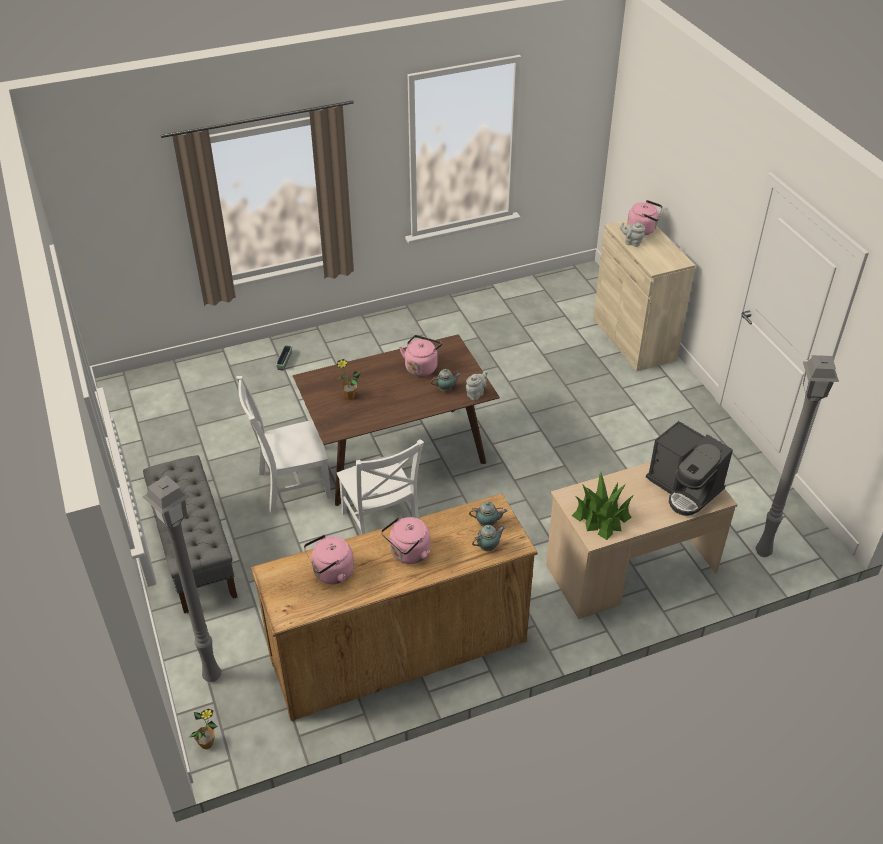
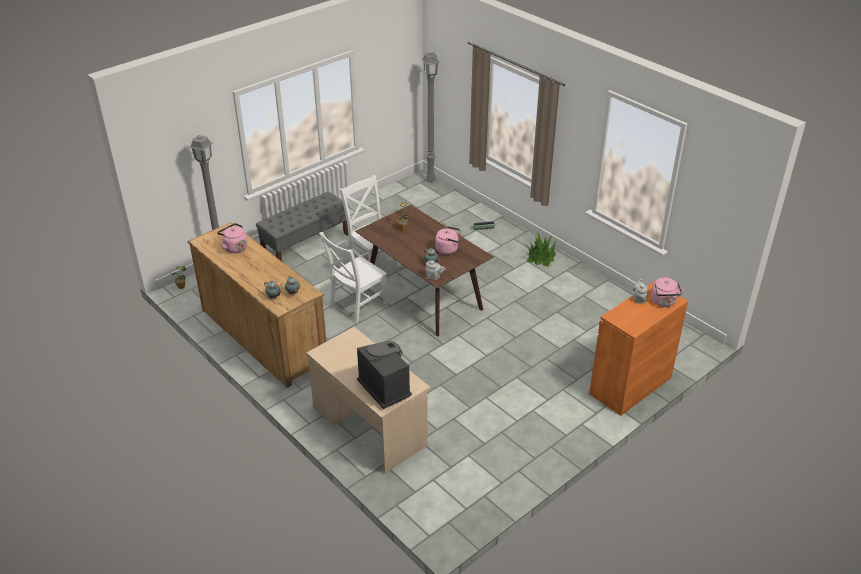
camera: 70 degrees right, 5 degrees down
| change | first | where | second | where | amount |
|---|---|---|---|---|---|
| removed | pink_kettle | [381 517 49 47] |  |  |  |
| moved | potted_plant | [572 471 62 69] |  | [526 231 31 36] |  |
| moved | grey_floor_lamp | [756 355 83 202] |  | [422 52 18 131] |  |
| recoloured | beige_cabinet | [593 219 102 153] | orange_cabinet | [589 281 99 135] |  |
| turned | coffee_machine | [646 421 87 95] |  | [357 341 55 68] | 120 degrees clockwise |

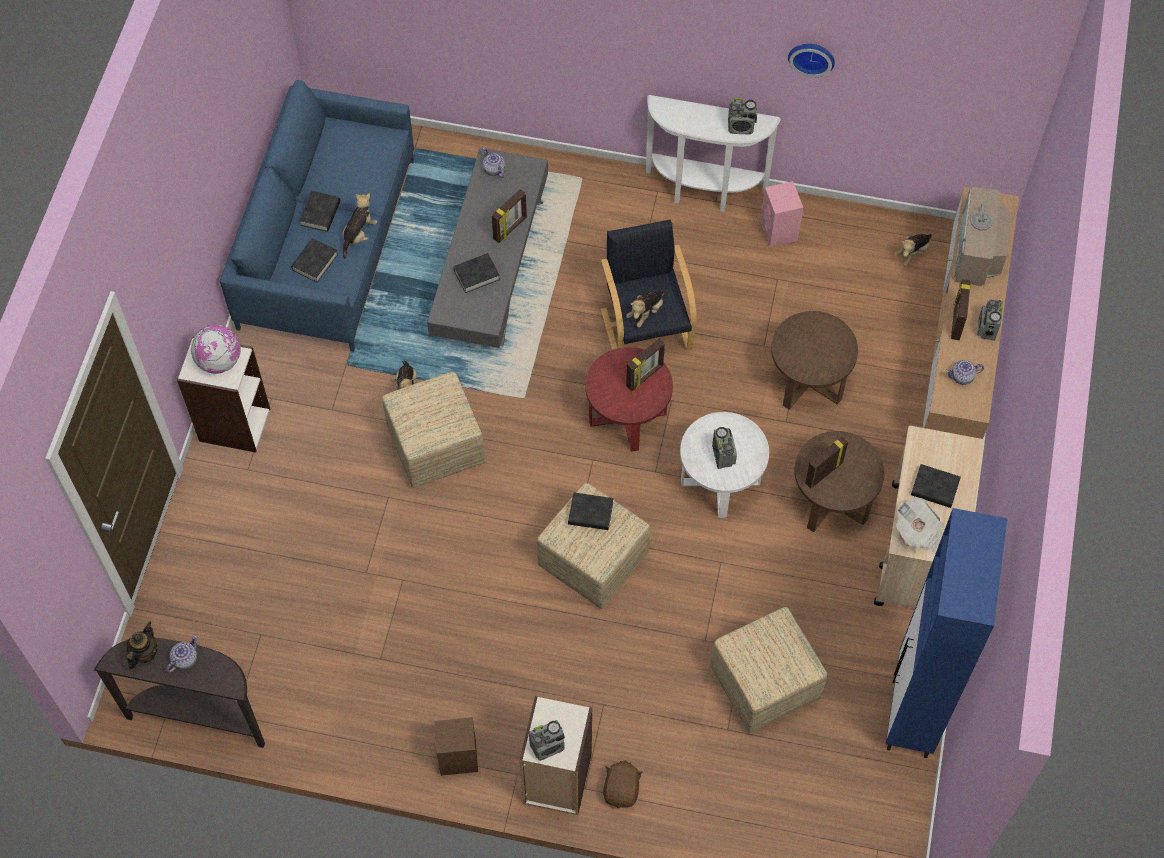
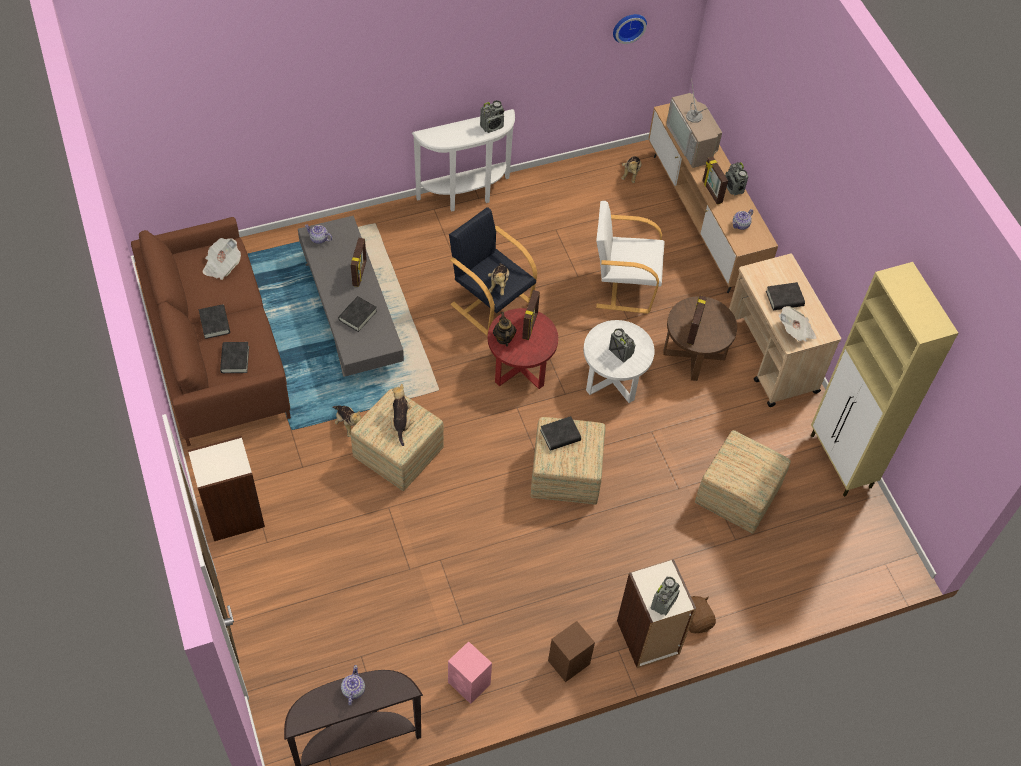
camera: 35 degrees left, 5 degrees down
| change | first | where | second | where | amount |
|---|---|---|---|---|---|
| removed | globe | [191 325 50 49] |  |  |  |
| added |  |  | newspaper | [203 238 38 42] |  |
| moved | teapot | [126 621 32 48] |  | [493 312 23 35] |  |
| moved | plush_toy | [343 193 35 66] |  | [391 384 23 62] |  |
| moved | pink_speaker | [760 181 43 66] |  | [448 641 44 63] |  |
| moved | wall_clock | [788 44 47 34] |  | [613 14 34 30] |  |
| replaced | brown_side_table | [771 311 87 99] | white_armchair | [596 201 69 113] |  |
| recoloured | blue_sofa | [220 80 194 272] | brown_sofa | [131 217 160 229] |  |
| recoloured | blue_cabinet | [886 508 121 250] | beige_cabinet | [811 262 147 235] |  |

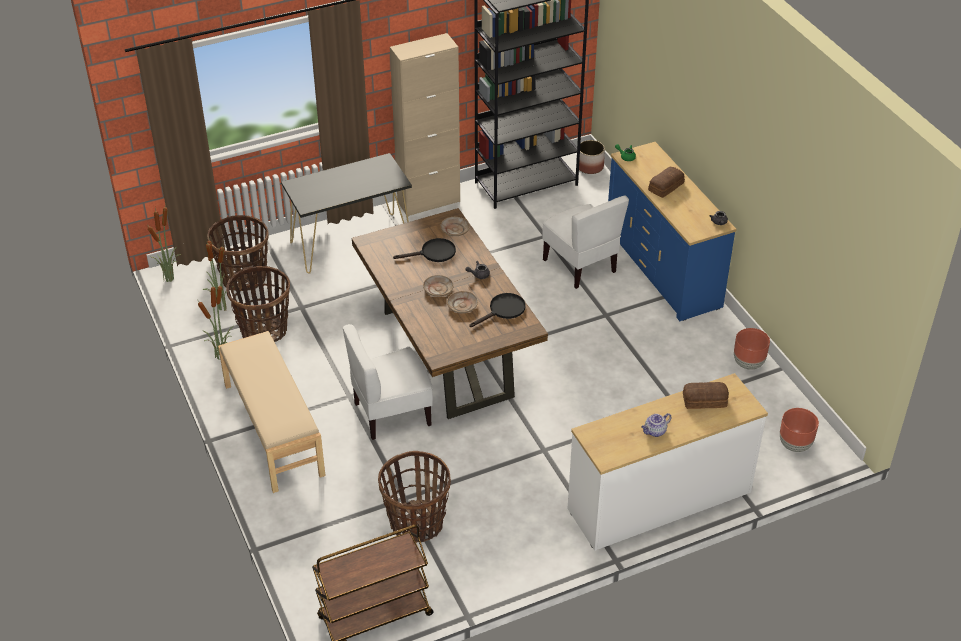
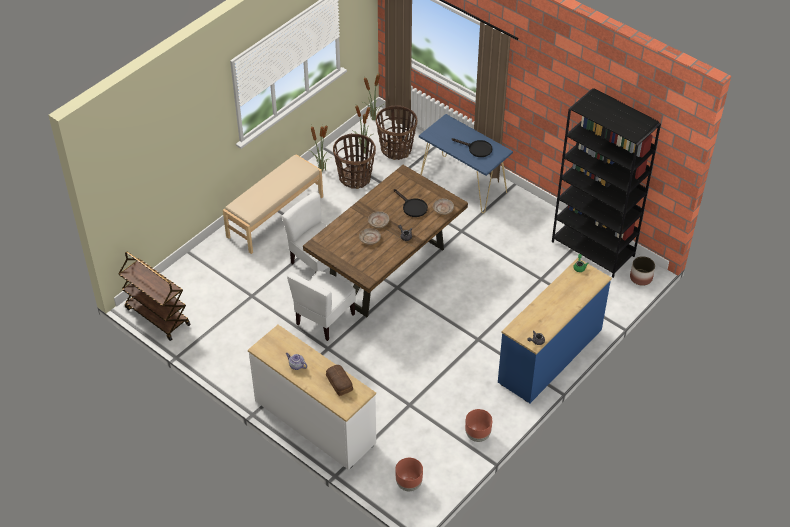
camera: 65 degrees right, 5 degrees up
| change | first | where | second | where | amount |
|---|---|---|---|---|---|
| removed | basket | [378 451 73 92] |  |  |  |
| removed | beige_cabinet | [390 33 70 184] |  |  |  |
| removed | bread | [648 167 37 31] |  |  |  |
| moved | black_frying_pan | [469 293 57 34] |  | [452 138 40 19] |  |
| moved | white_chair | [542 196 87 93] |  | [287 271 69 70] |  |
| recoloured | black_console_table | [281 153 131 121] | blue_console_table | [419 114 94 99] |  |

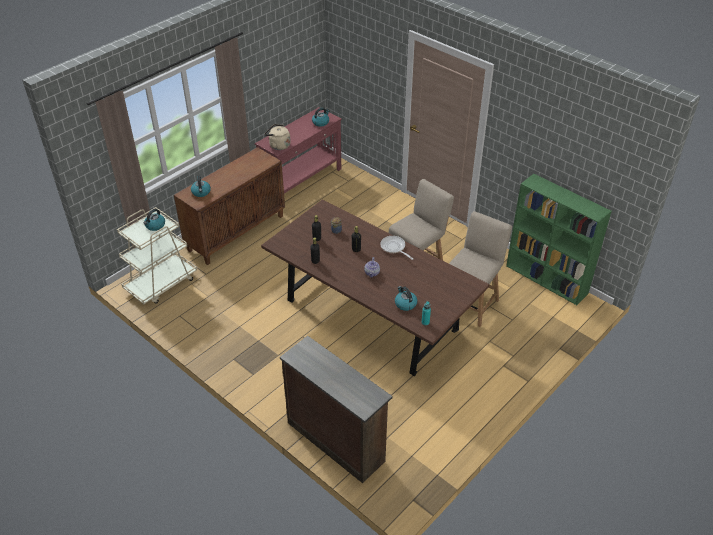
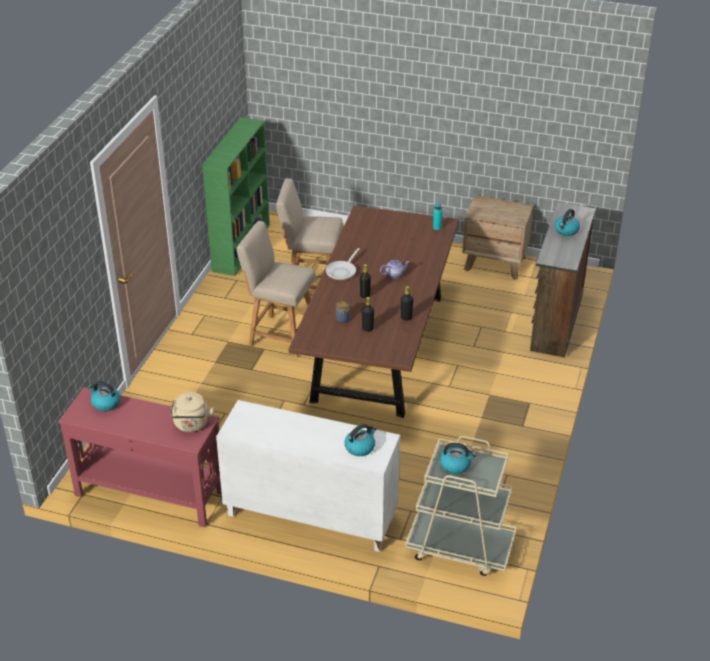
camera: 115 degrees left, 5 degrees down
| change | first | where | second | where | amount |
|---|---|---|---|---|---|
| added |  |  | brown_nightstand | [462 195 72 85] |  |
| moved | kettle | [395 286 22 25] |  | [555 209 25 27] |  |
| recoloured | brown_cabinet | [174 147 111 118] | white_cabinet | [216 400 184 152] |  |

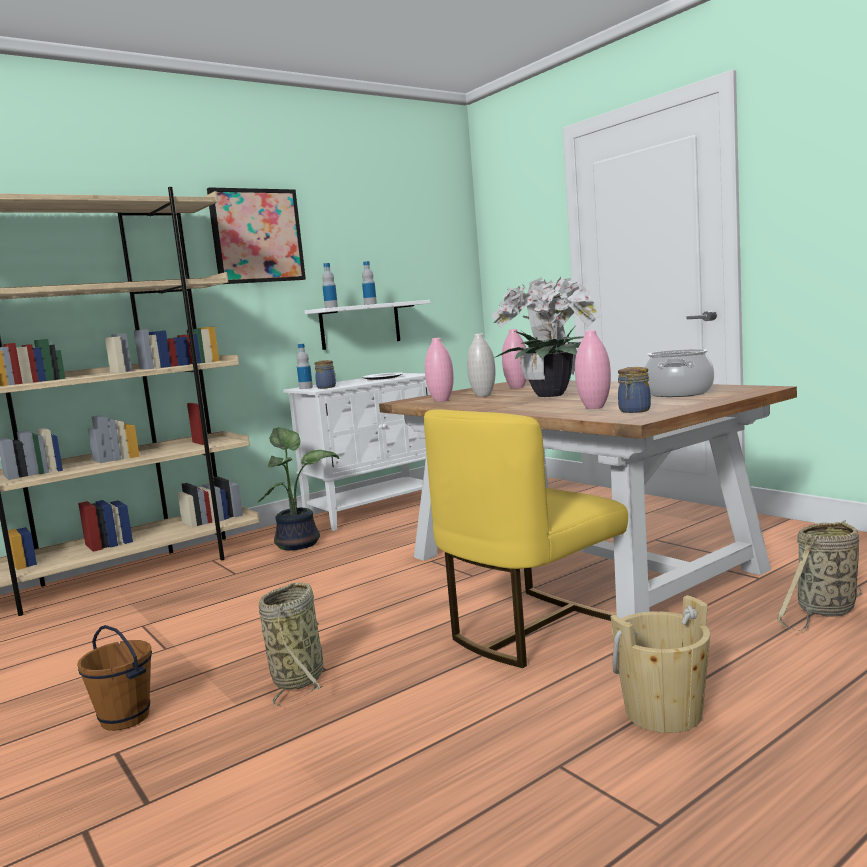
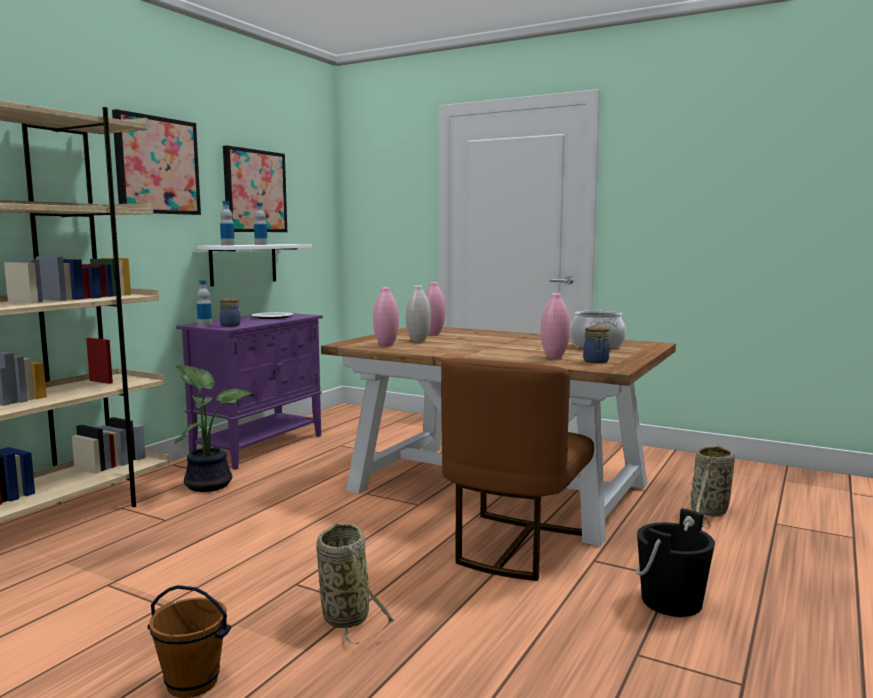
camera: 25 degrees left, 0 degrees up
| change | first | where | second | where | amount |
|---|---|---|---|---|---|
| removed | potted_plant | [491 277 112 120] |  |  |  |
| added |  |  | picture | [223 145 64 87] |  |
| recoloured | white_cabinet | [283 373 148 158] | purple_cabinet | [176 313 147 157] |  |
| recoloured | yellow_chair | [424 409 204 259] | brown_chair | [441 358 153 223] |  |
| recoloured | beige_bucket | [610 595 100 138] | black_bucket | [636 508 79 109] |  |

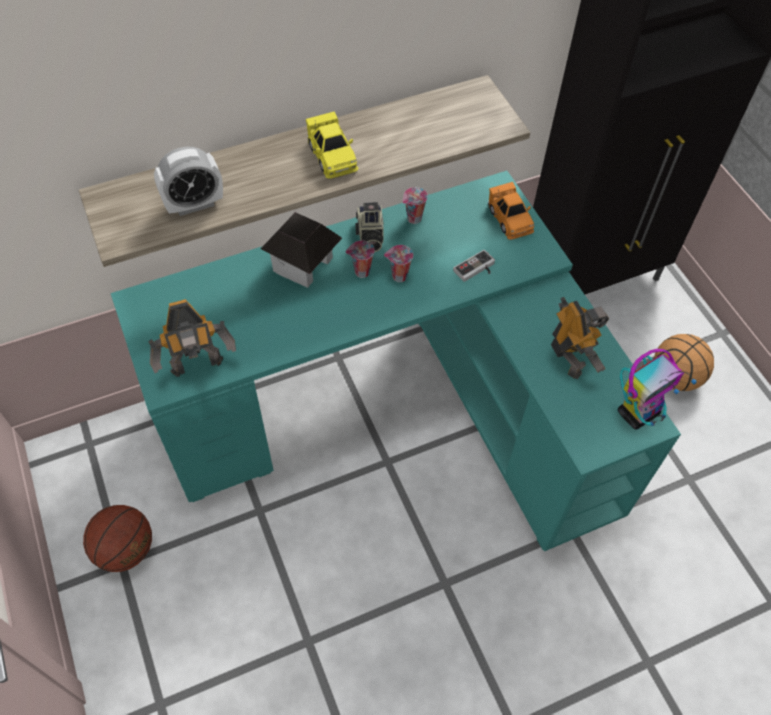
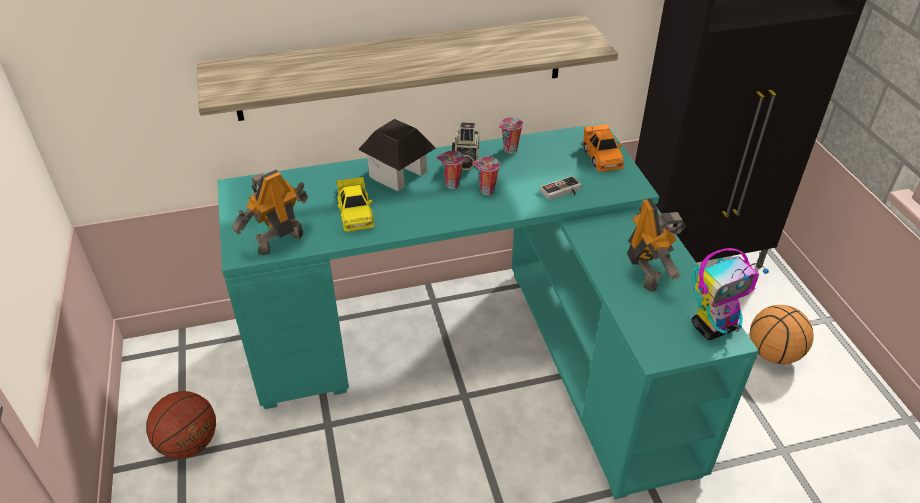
camera: 10 degrees right, 15 degrees down
| change | first | where | second | where | amount |
|---|---|---|---|---|---|
| removed | alarm_clock | [154 147 69 69] |  |  |  |
| moved | yellow_toy_car | [306 111 52 68] |  | [337 177 38 55] |  |
| turned | toy_robot | [148 299 88 78] |  | [233 169 75 86] | 150 degrees clockwise |

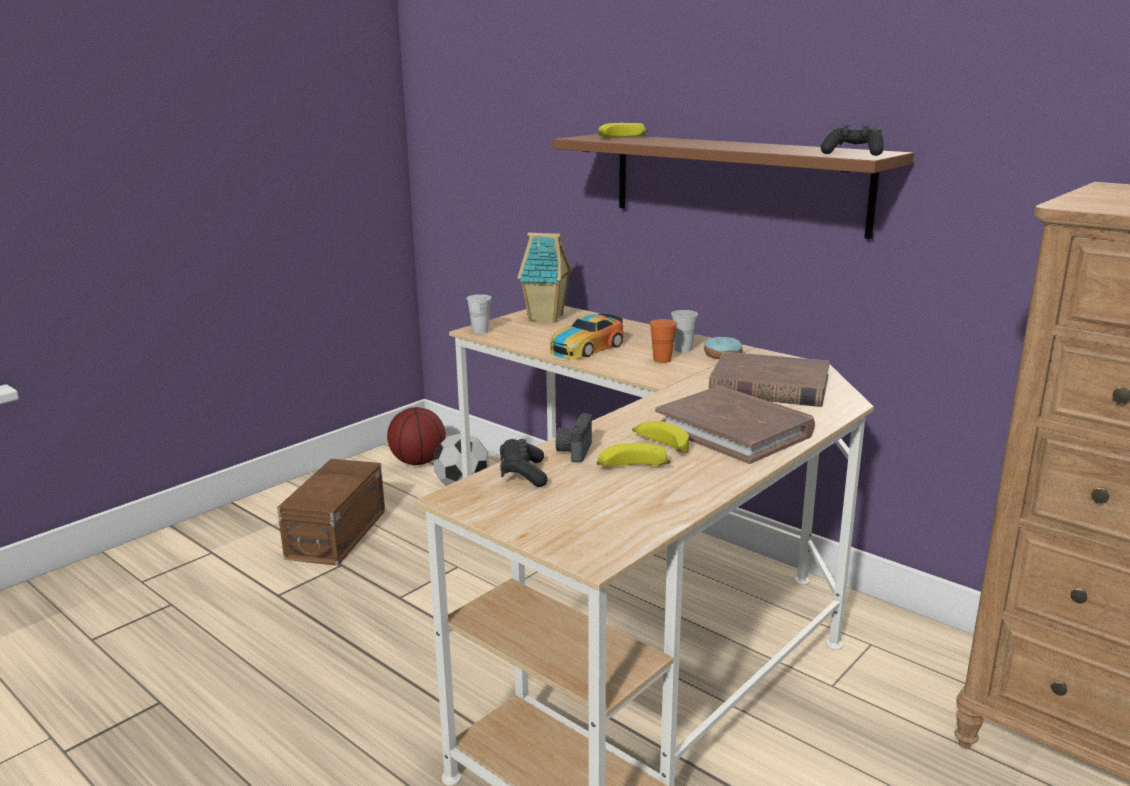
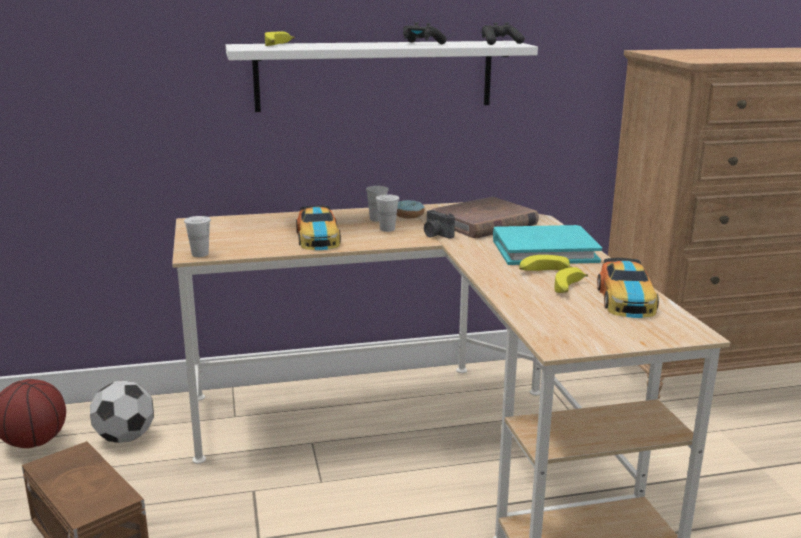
camera: 55 degrees left, 0 degrees up
| change | first | where | second | where | amount |
|---|---|---|---|---|---|
| removed | toy_house | [517 232 55 91] |  |  |  |
| added |  |  | toy_car | [597 258 62 60] |  |
| moved | black_game_controller | [500 439 47 48] |  | [403 23 44 21] |  |
| moved | photo_camera | [556 413 36 50] |  | [424 210 31 28] |  |
| recoloured | brown_shelf | [553 134 361 105] | white_shelf | [226 41 312 71] |  |
| recoloured | orange_cup | [649 319 28 44] | white_cup | [376 194 23 38] |  |
| recoloured | brown_book | [655 386 160 78] | turquoise_book | [493 225 109 40] |  |

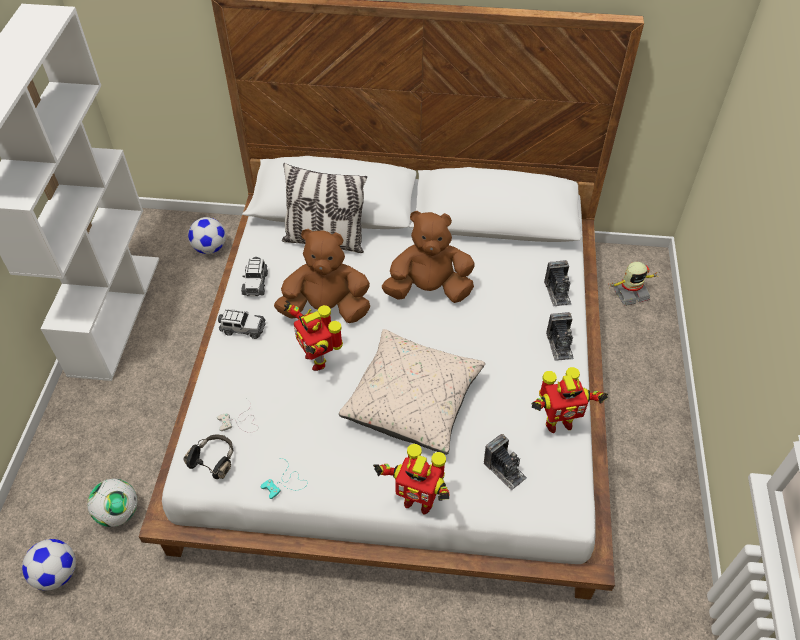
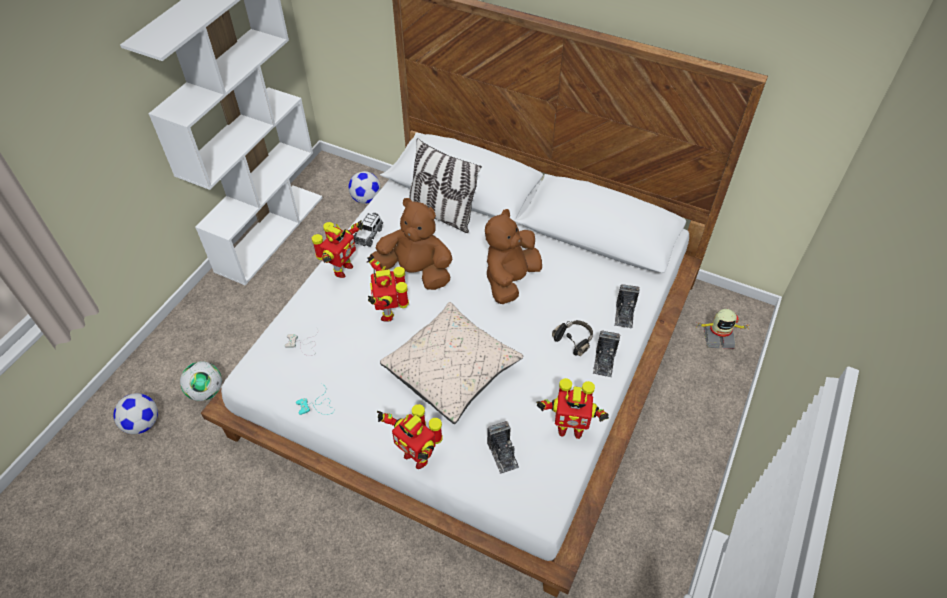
camera: 20 degrees right, 0 degrees up
| change | first | where | second | where | amount |
|---|---|---|---|---|---|
| moved | black_headphones | [183 434 50 45] |  | [552 320 41 36] |  |
| replaced | toy_car | [218 309 47 30] | toy_robot | [312 220 51 58] |  |
| turned | brown_plush_toy | [382 211 93 92] |  | [485 209 57 95] | 75 degrees counterclockwise |

